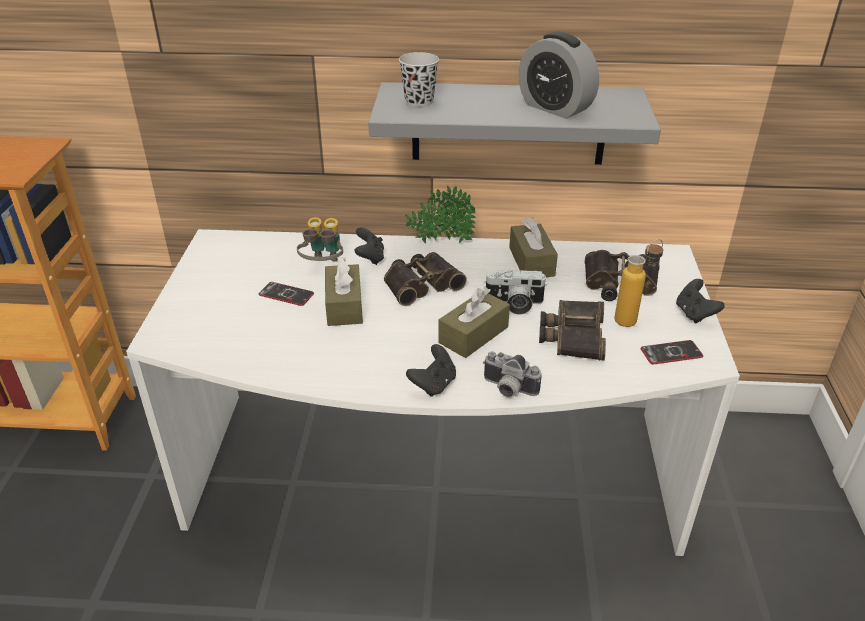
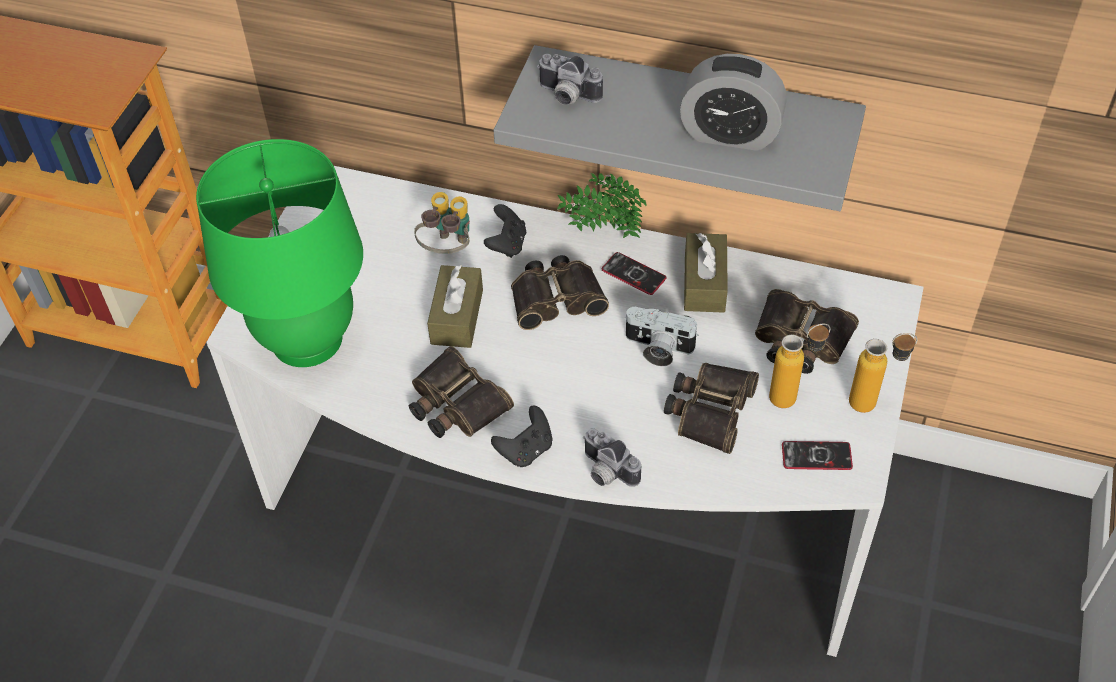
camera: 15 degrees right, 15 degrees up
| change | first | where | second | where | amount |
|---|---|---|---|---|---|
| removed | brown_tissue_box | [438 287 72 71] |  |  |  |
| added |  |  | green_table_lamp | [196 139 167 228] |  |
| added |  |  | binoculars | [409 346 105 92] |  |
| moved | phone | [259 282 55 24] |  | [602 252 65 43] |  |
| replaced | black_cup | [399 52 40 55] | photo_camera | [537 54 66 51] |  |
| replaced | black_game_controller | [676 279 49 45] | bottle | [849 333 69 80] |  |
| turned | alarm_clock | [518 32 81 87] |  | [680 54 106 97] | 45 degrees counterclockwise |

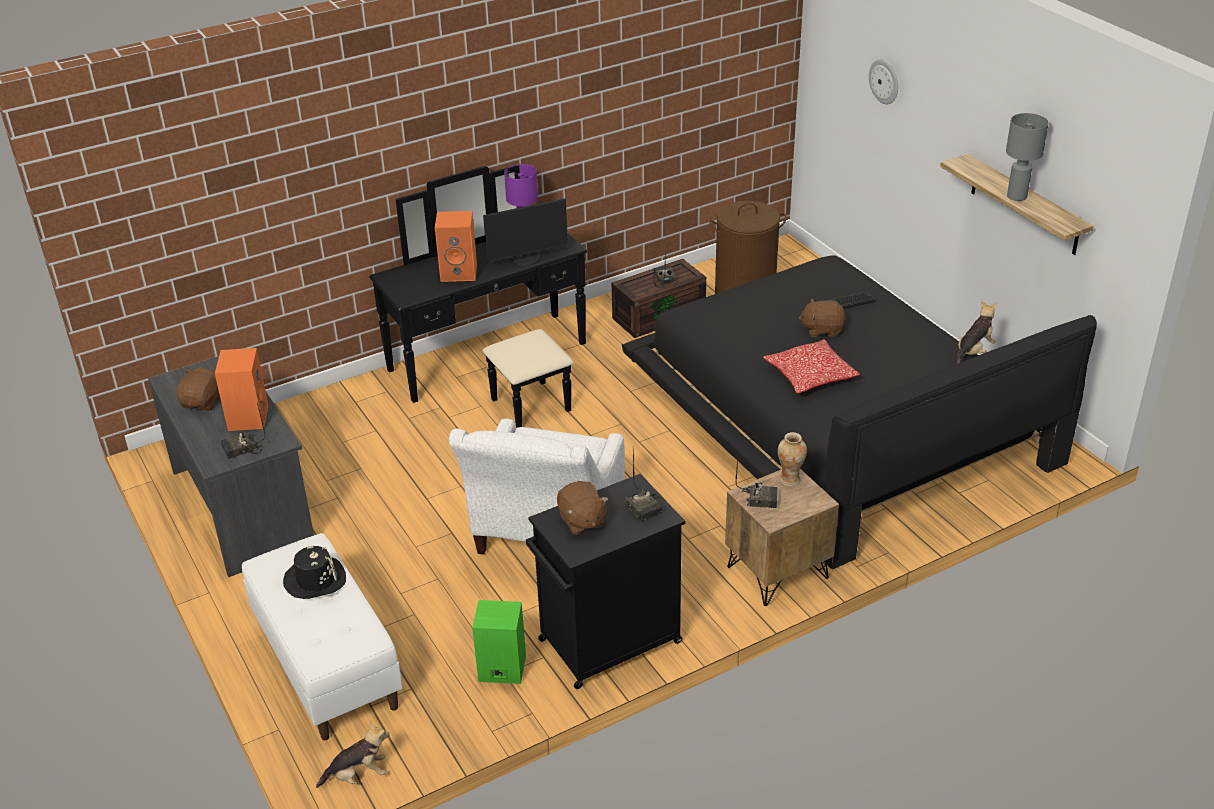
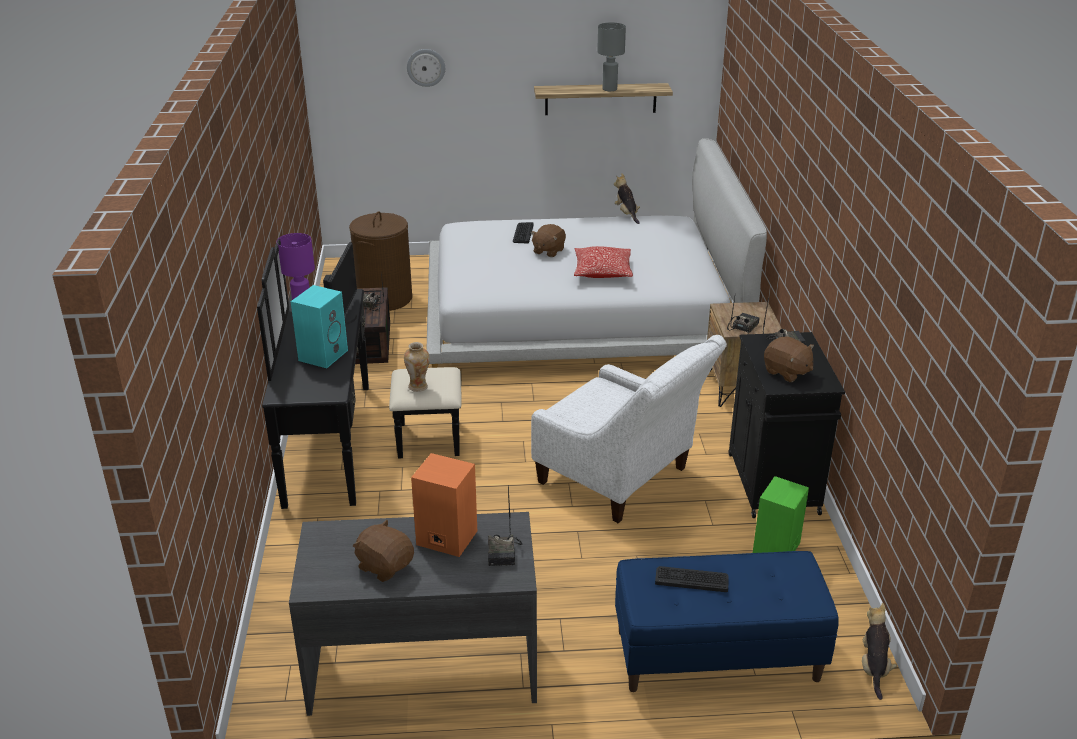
camera: 65 degrees left, 5 degrees down
| change | first | where | second | where | amount |
|---|---|---|---|---|---|
| moved | vase | [778 432 29 54] |  | [404 342 26 50] |  |
| replaced | black_hat | [283 546 63 53] | keyboard | [655 566 73 26] |  |
| recoloured | white_bench | [242 533 161 207] | blue_bench | [615 551 224 141] |  |
| recoloured | orange_speaker | [435 211 42 71] | turquoise_speaker | [291 285 57 83] |  |
| recoloured | black_bed | [622 255 475 314] | white_bed | [427 138 340 230] |  |
| turned | brown_plush_toy | [557 481 52 54] |  | [764 337 50 45] | 45 degrees clockwise |

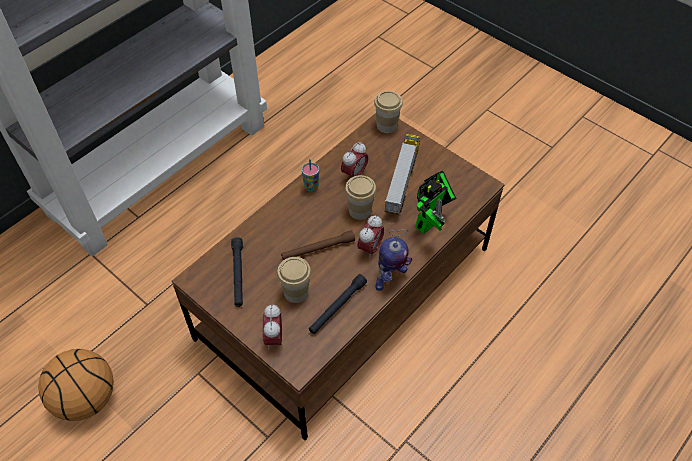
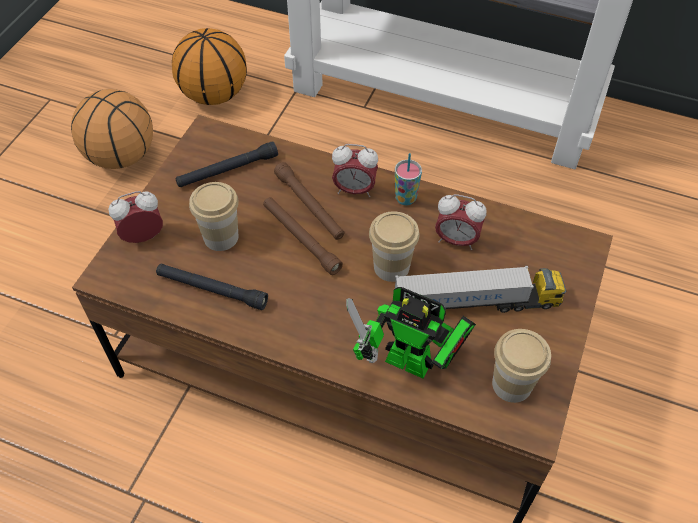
camera: 70 degrees right, 0 degrees up
| change | first | where | second | where | amount |
|---|---|---|---|---|---|
| removed | toy_robot | [376 229 36 62] |  |  |  |
| added |  |  | basketball | [172 28 75 77] |  |
| added |  |  | brown_flashlight | [274 162 71 78] |  |
| moved | alarm_clock | [357 215 27 44] |  | [332 144 46 53] |  |
| moved | cup | [374 91 29 42] |  | [492 329 59 74] |  |

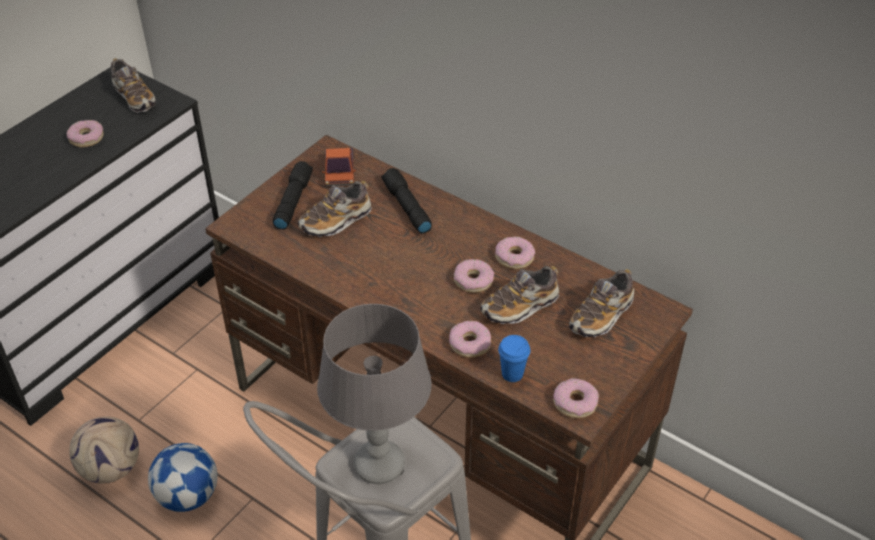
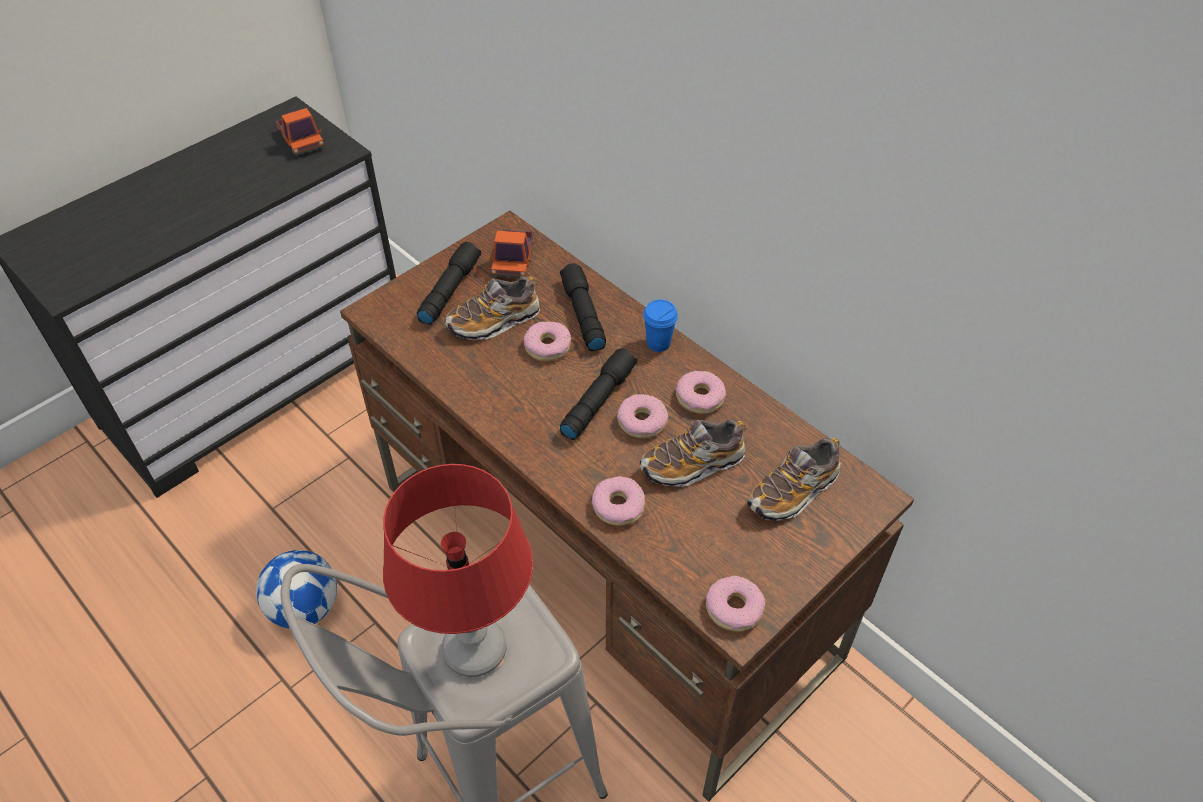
camera: 10 degrees right, 5 degrees up
| change | first | where | second | where | amount |
|---|---|---|---|---|---|
| removed | football | [69 416 70 68] |  |  |  |
| added |  |  | black_flashlight | [560 348 78 92] |  |
| moved | donut | [67 120 37 27] |  | [524 321 47 40] |  |
| moved | blue_cup | [498 335 32 47] |  | [643 300 35 52] |  |
| replaced | shoe | [111 58 45 55] | toy_truck | [276 108 49 48] |  |
| recoloured | grey_table_lamp | [317 304 115 180] | red_table_lamp | [383 464 150 213] |  |

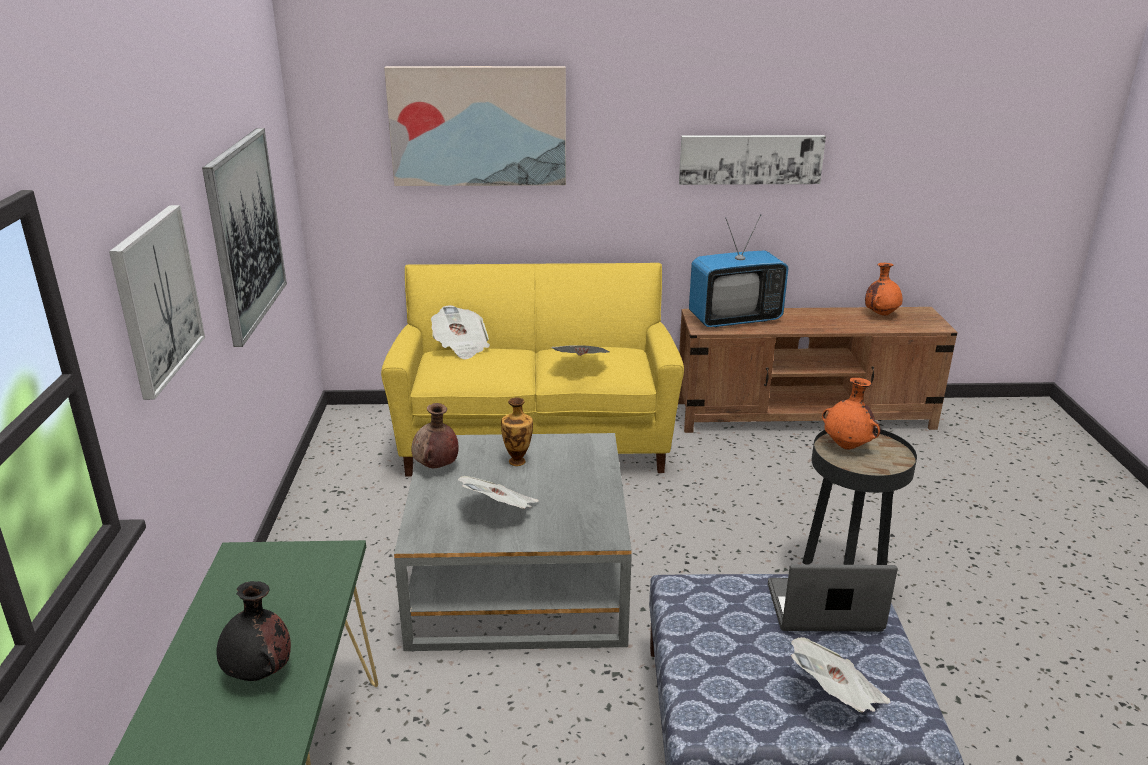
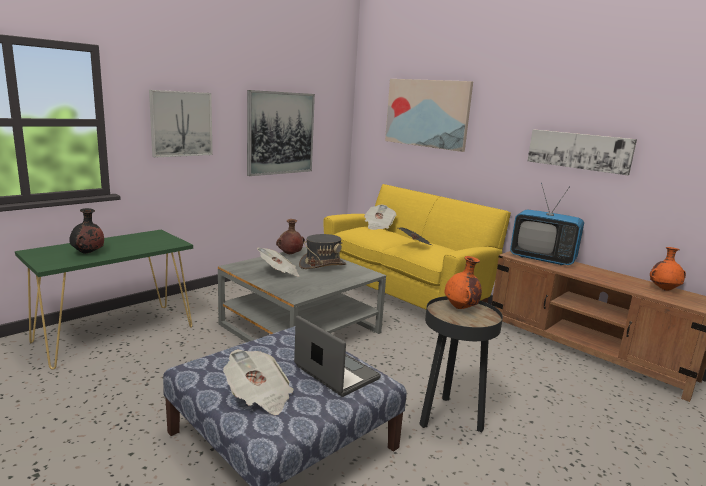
camera: 45 degrees right, 10 degrees down
| change | first | where | second | where | amount |
|---|---|---|---|---|---|
| replaced | vase | [501 398 32 68] | grey_hat | [299 234 47 35] |  |

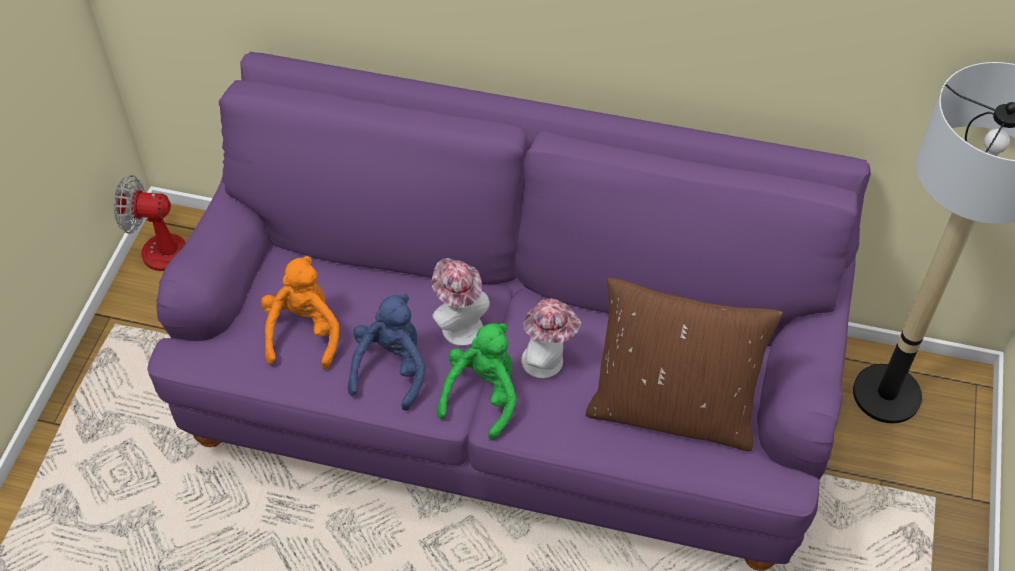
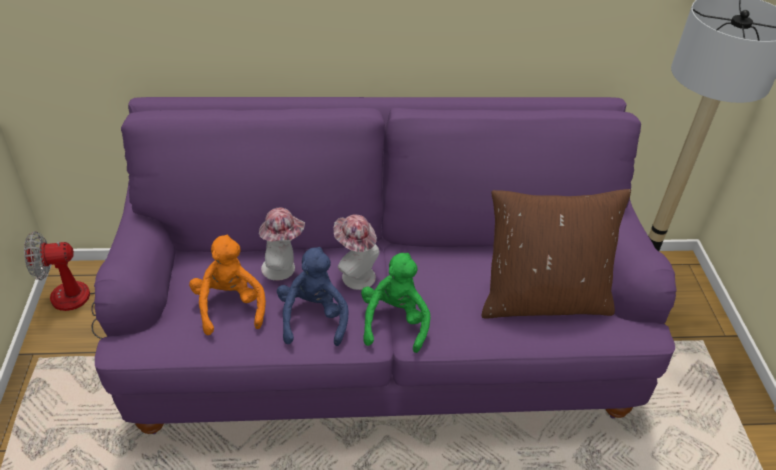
camera: 20 degrees left, 10 degrees down
| change | first | where | second | where | amount |
|---|---|---|---|---|---|
| moved | hat | [521 299 60 79] |  | [259 208 46 73] |  |

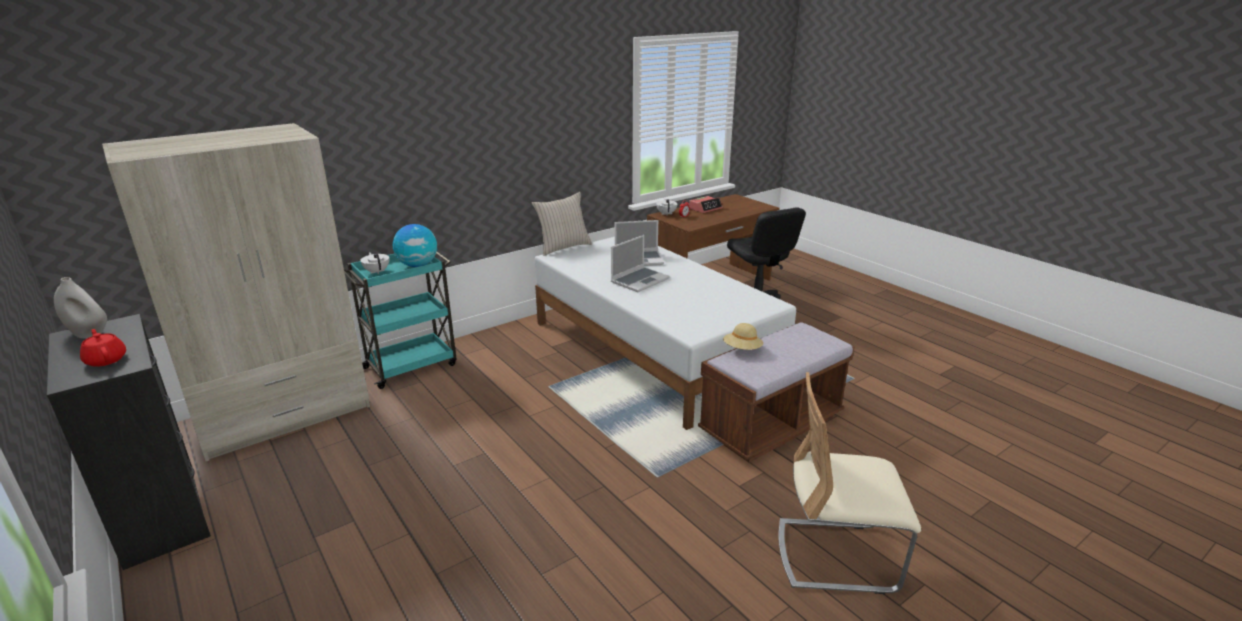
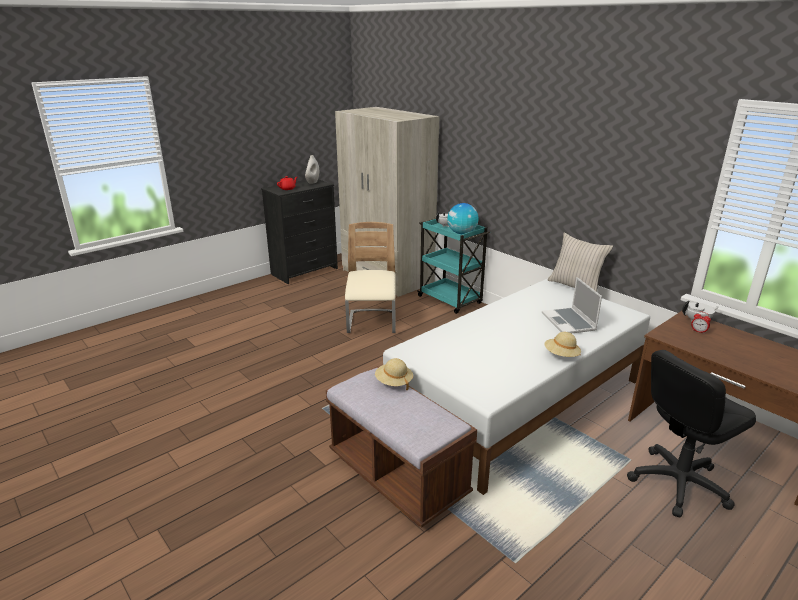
camera: 85 degrees right, 0 degrees up
| change | first | where | second | where | amount |
|---|---|---|---|---|---|
| removed | laptop | [611 235 59 57] |  |  |  |
| removed | alarm_clock | [689 196 34 17] |  |  |  |
| added |  |  | beige_hat | [545 332 36 25] |  |
| moved | beige_chair | [778 372 143 222] |  | [345 222 50 111] |  |

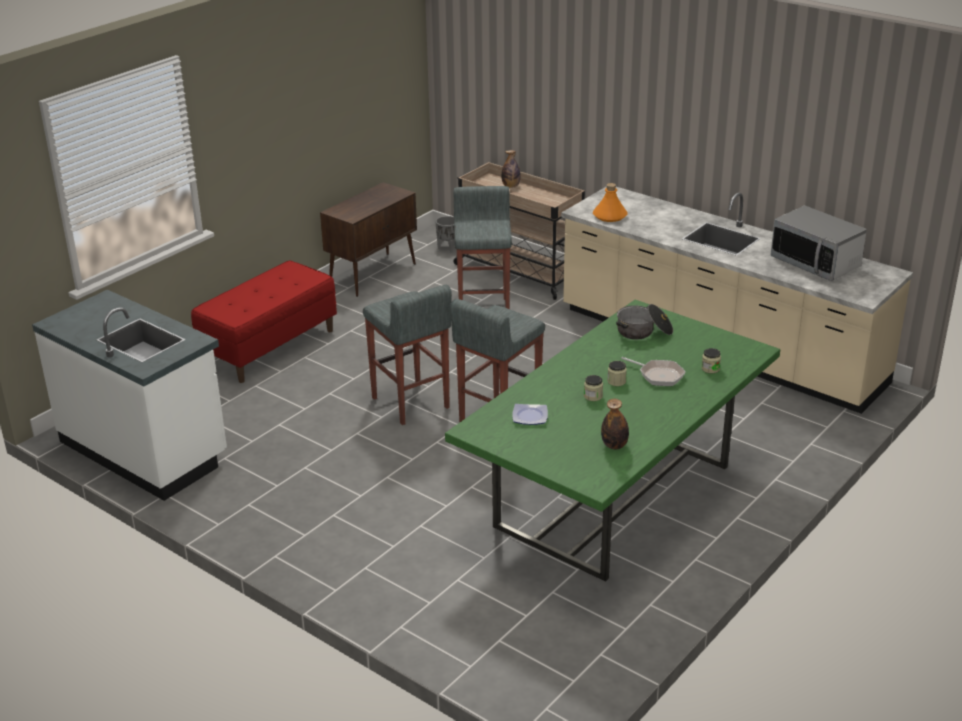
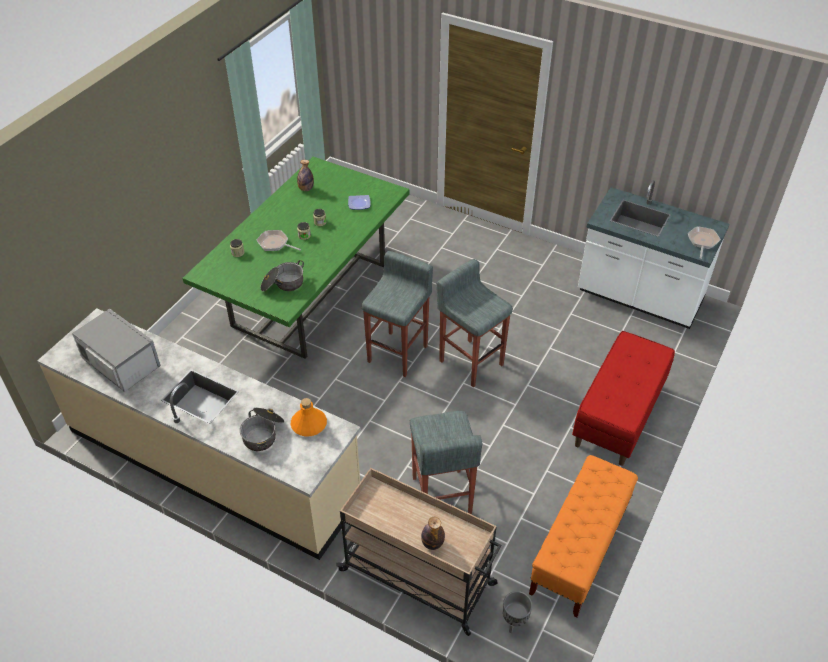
camera: 170 degrees right, 15 degrees up
| change | first | where | second | where | amount |
|---|---|---|---|---|---|
| added |  |  | cooking_pot | [240 408 44 43] |  |
| added |  |  | frying_pan | [688 226 33 33] |  |
| replaced | brown_cabinet | [320 182 97 115] | orange_bench | [529 455 109 162] |  |

